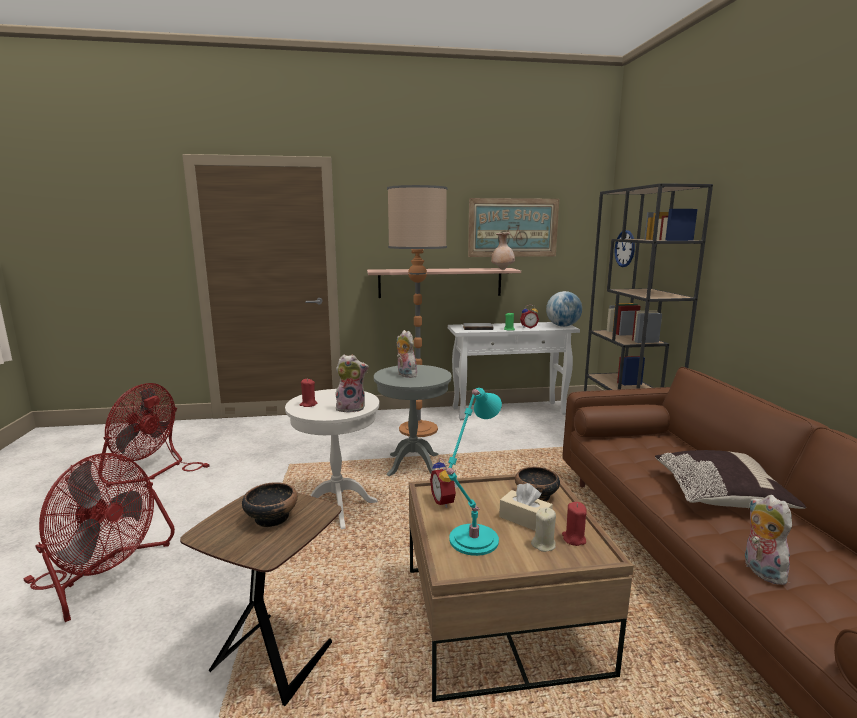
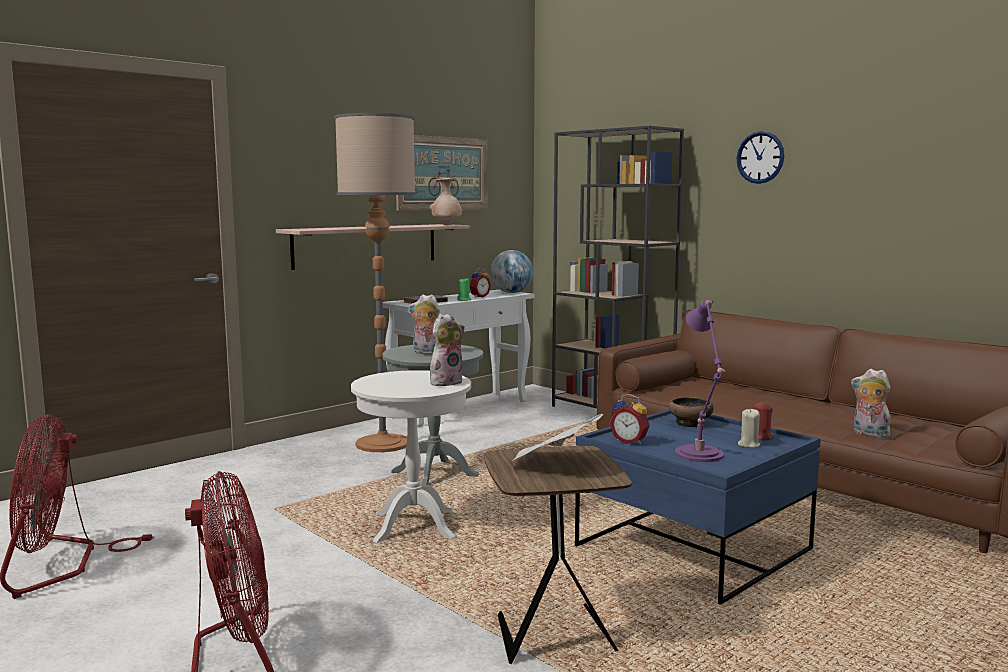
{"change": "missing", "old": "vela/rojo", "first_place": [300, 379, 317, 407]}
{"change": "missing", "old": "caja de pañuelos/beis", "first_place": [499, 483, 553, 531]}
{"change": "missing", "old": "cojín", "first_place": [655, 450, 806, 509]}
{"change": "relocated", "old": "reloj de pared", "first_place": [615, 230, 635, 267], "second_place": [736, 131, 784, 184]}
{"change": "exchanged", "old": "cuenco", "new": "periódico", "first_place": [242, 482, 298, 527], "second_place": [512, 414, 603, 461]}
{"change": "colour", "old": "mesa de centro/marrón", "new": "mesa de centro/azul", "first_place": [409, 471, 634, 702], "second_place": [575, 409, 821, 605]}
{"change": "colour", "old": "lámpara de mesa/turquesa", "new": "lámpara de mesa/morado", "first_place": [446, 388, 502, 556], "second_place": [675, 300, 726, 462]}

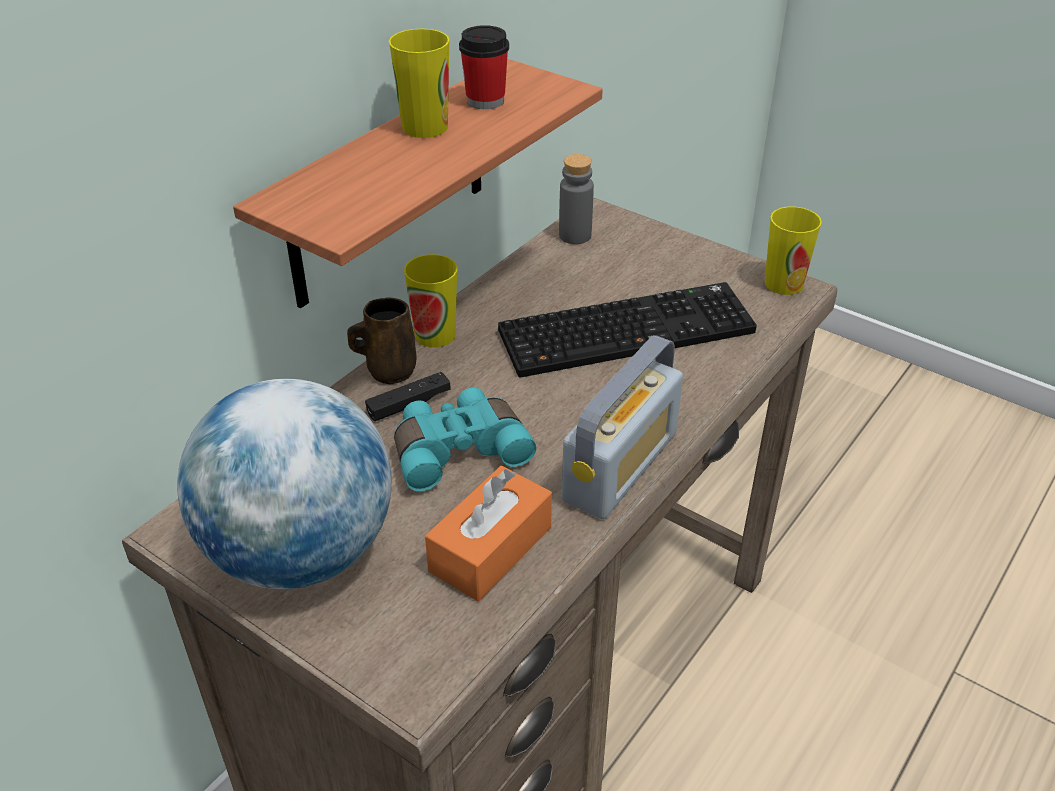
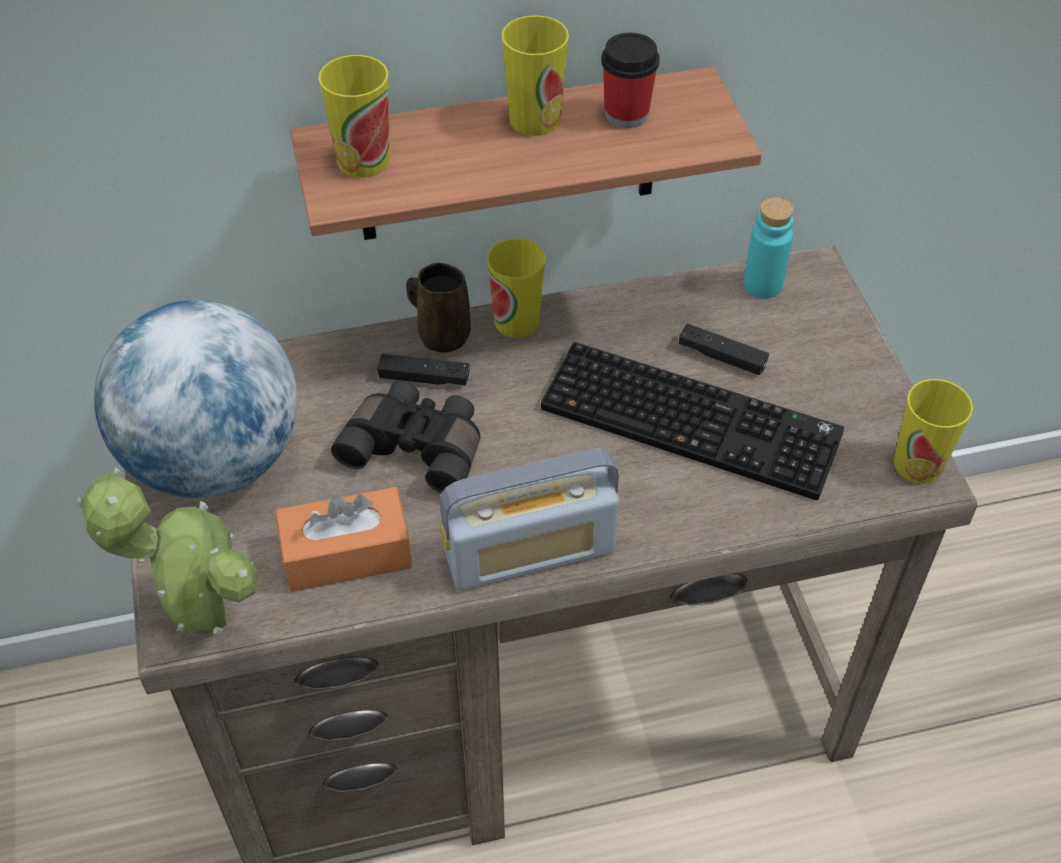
{"change": "appeared", "new": "planta en maceta", "second_place": [76, 467, 258, 635]}
{"change": "appeared", "new": "taza", "second_place": [318, 55, 390, 178]}
{"change": "appeared", "new": "mando de consola/negro", "second_place": [679, 324, 769, 375]}
{"change": "colour", "old": "prismáticos/turquesa", "new": "prismáticos/negro", "first_place": [394, 388, 536, 491], "second_place": [331, 380, 480, 494]}
{"change": "colour", "old": "botella/gris", "new": "botella/turquesa", "first_place": [559, 154, 594, 244], "second_place": [744, 197, 794, 298]}

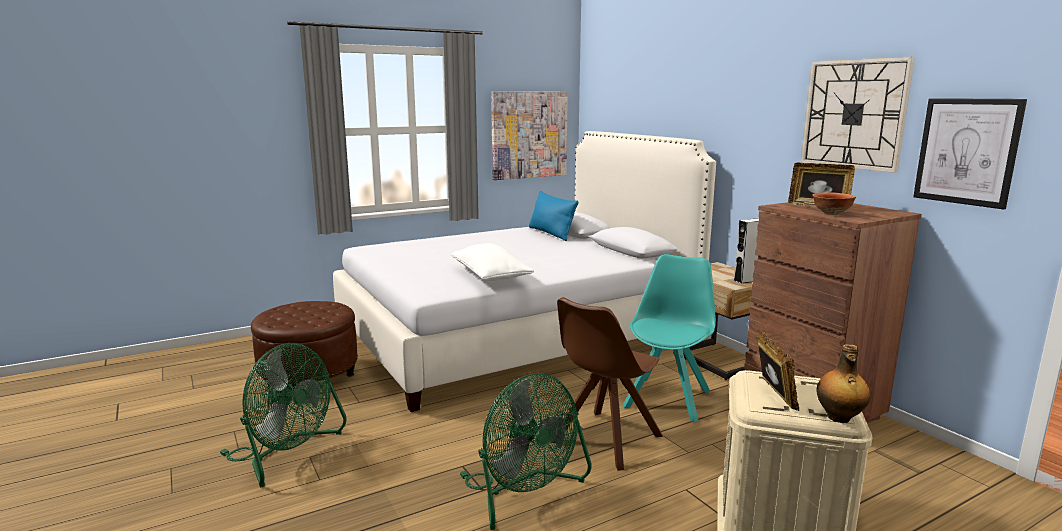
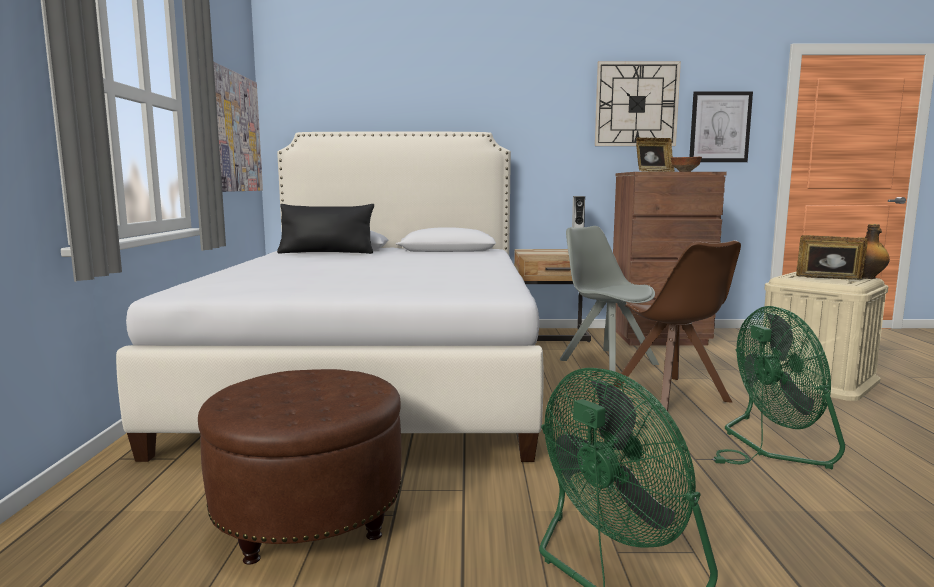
{"change": "missing", "old": "cojín/blanco", "first_place": [451, 243, 534, 281]}
{"change": "colour", "old": "cojín/azul", "new": "cojín/negro", "first_place": [529, 191, 579, 241], "second_place": [277, 204, 374, 254]}
{"change": "colour", "old": "silla/turquesa", "new": "silla/gris", "first_place": [622, 254, 716, 423], "second_place": [560, 226, 659, 376]}

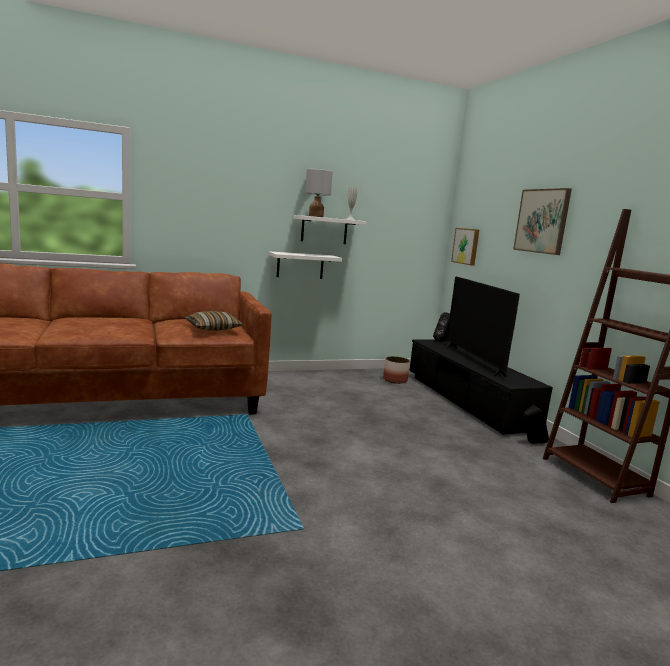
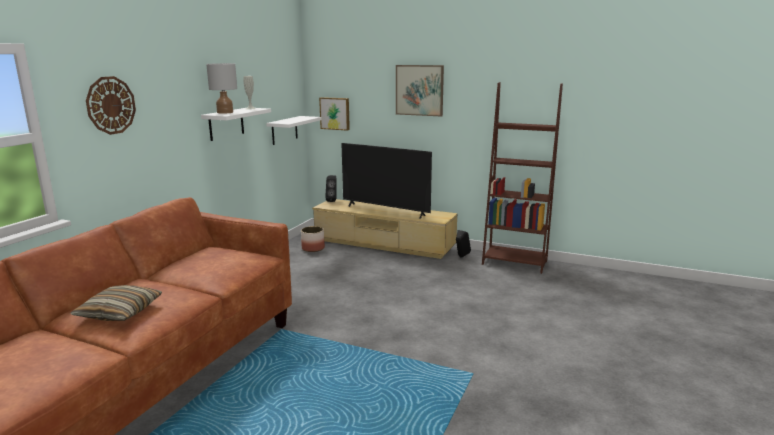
{"change": "appeared", "new": "reloj de pared", "second_place": [86, 76, 136, 135]}
{"change": "relocated", "old": "cojín", "first_place": [184, 311, 242, 331], "second_place": [70, 285, 162, 321]}
{"change": "relocated", "old": "estante/blanco", "first_place": [269, 251, 342, 279], "second_place": [266, 116, 322, 145]}
{"change": "colour", "old": "mueble de televisión/negro", "new": "mueble de televisión/beis", "first_place": [409, 340, 553, 434], "second_place": [312, 199, 458, 259]}

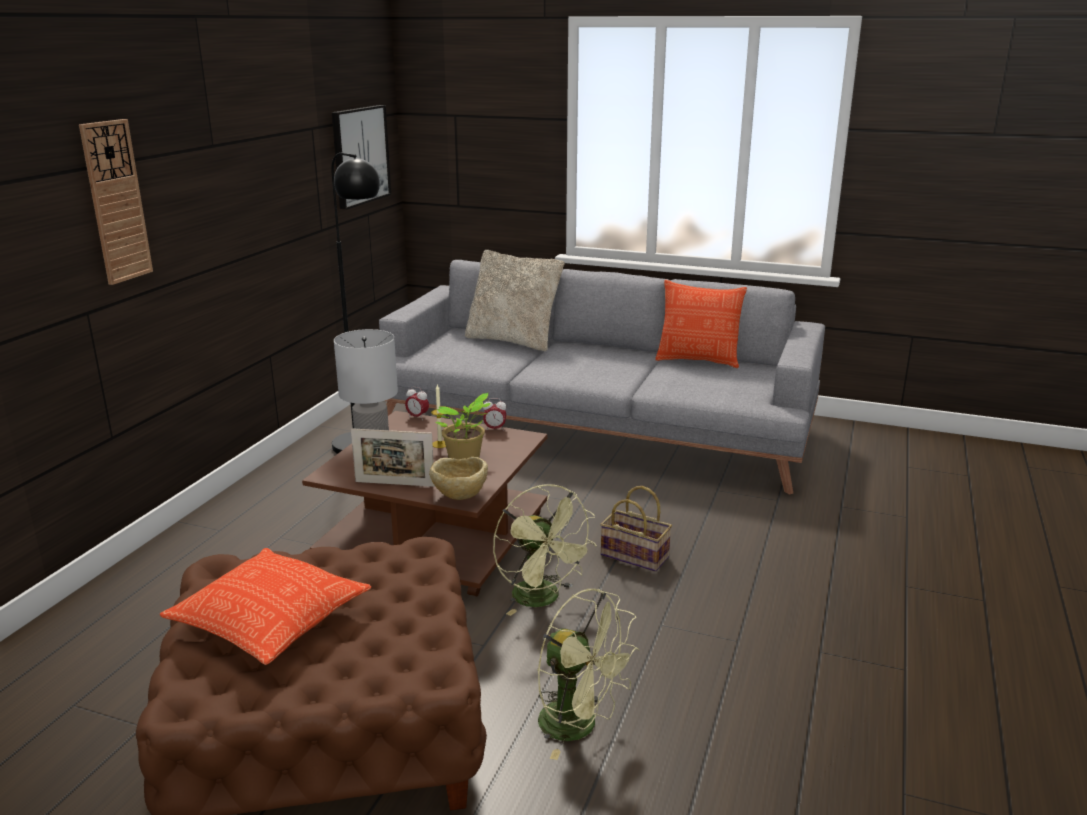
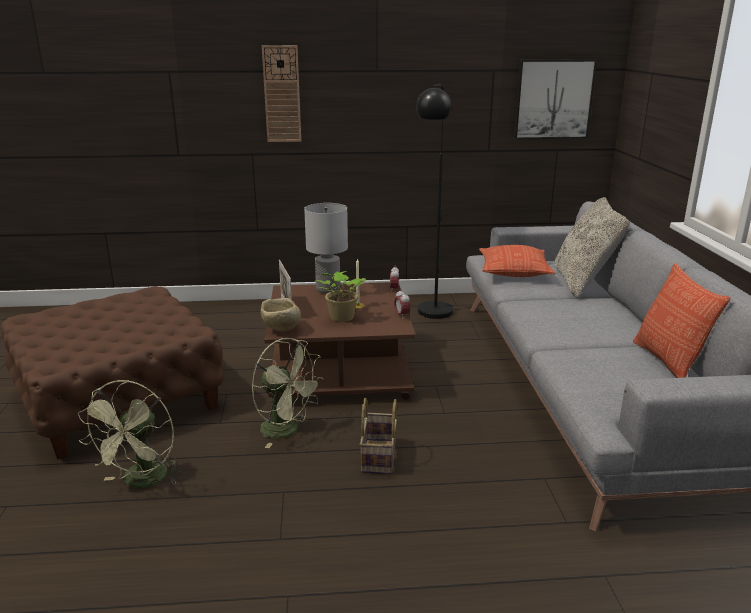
{"change": "relocated", "old": "cojín/naranja", "first_place": [160, 548, 371, 665], "second_place": [479, 245, 556, 277]}
{"change": "spun", "old": "ventilador/verde", "first_place": [493, 484, 596, 616], "second_place": [252, 338, 324, 448], "degrees": -90}

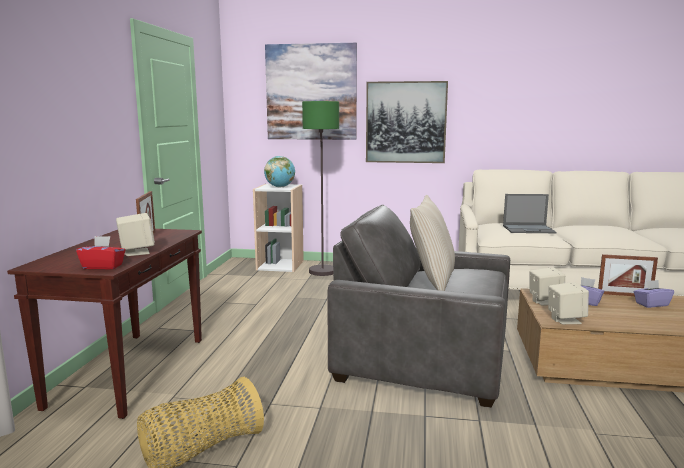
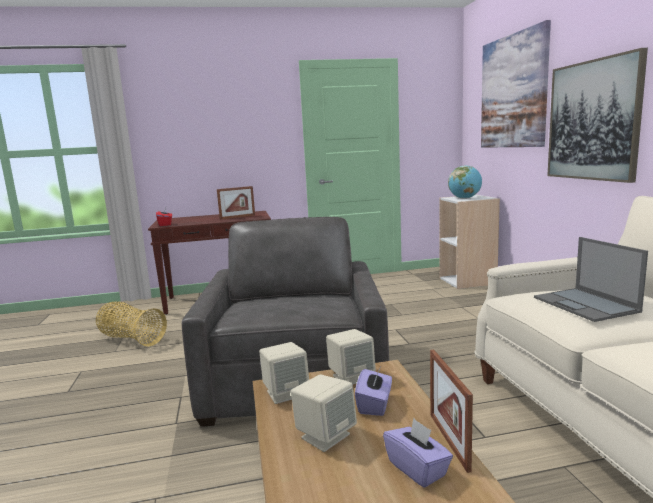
{"change": "missing", "old": "lámpara de pie/verde", "first_place": [302, 101, 339, 276]}
{"change": "missing", "old": "cojín/beis", "first_place": [410, 195, 455, 291]}
{"change": "relocated", "old": "altavoz/beis", "first_place": [116, 213, 155, 256], "second_place": [291, 374, 357, 452]}

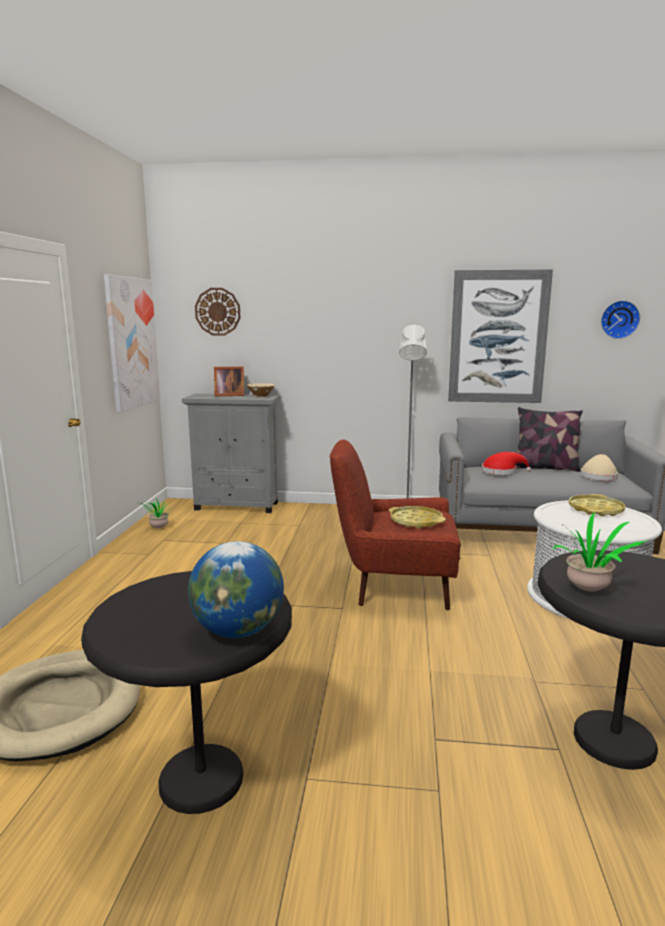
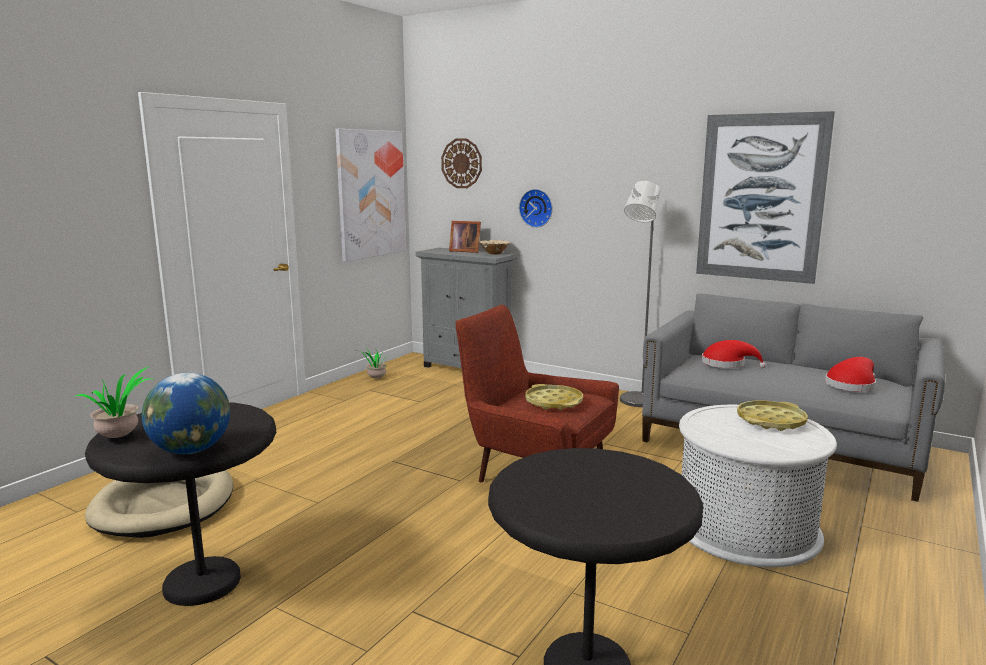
{"change": "missing", "old": "cojín", "first_place": [515, 407, 583, 472]}
{"change": "relocated", "old": "planta en maceta", "first_place": [553, 511, 648, 591], "second_place": [76, 366, 152, 438]}
{"change": "relocated", "old": "reloj de pared", "first_place": [601, 300, 640, 339], "second_place": [519, 189, 553, 228]}
{"change": "colour", "old": "sombrero/beis", "new": "sombrero/rojo", "first_place": [580, 454, 618, 480], "second_place": [825, 357, 876, 392]}

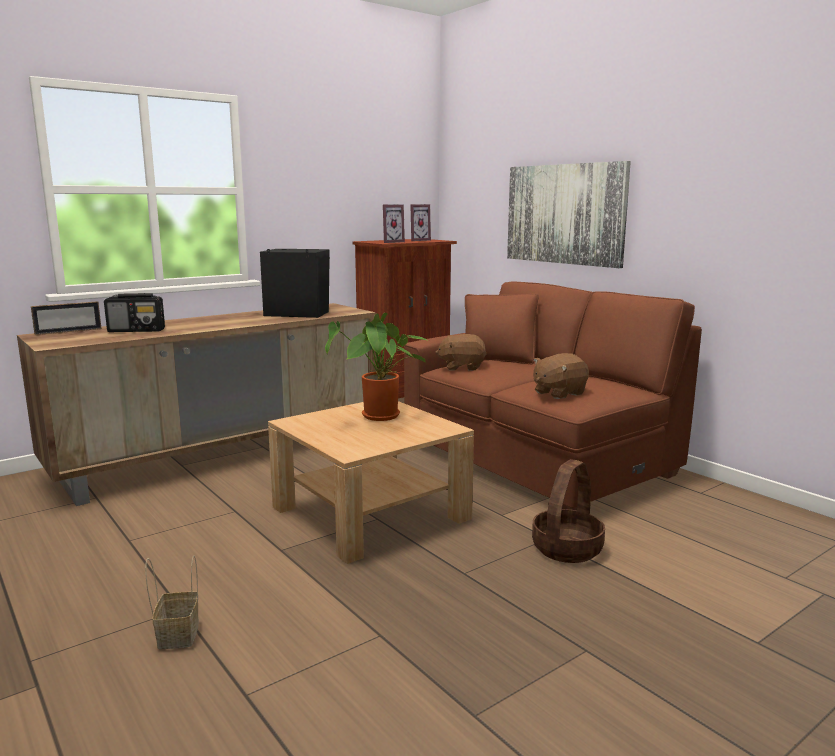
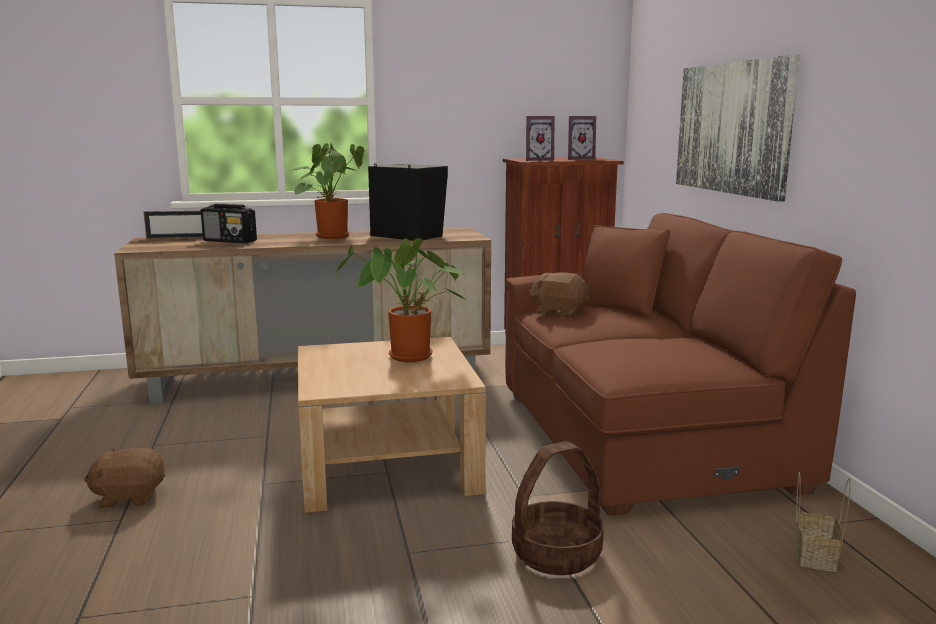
{"change": "appeared", "new": "planta en maceta", "second_place": [289, 143, 365, 239]}
{"change": "relocated", "old": "cesta", "first_place": [145, 555, 199, 649], "second_place": [795, 472, 851, 572]}
{"change": "relocated", "old": "peluche/marrón", "first_place": [533, 353, 589, 399], "second_place": [84, 448, 165, 509]}

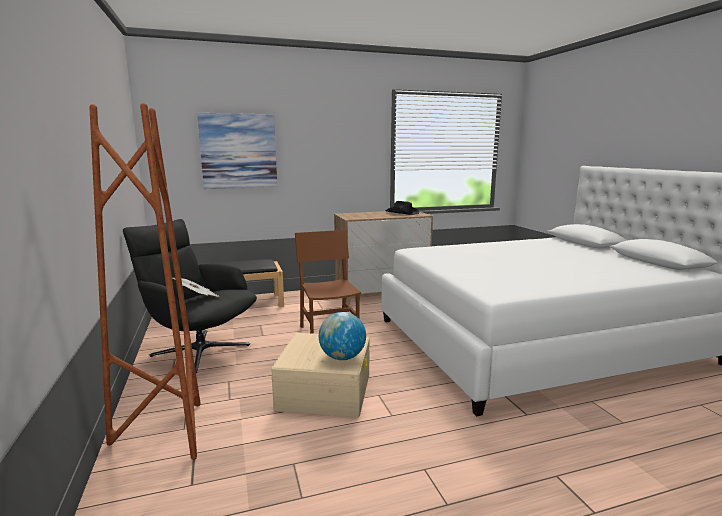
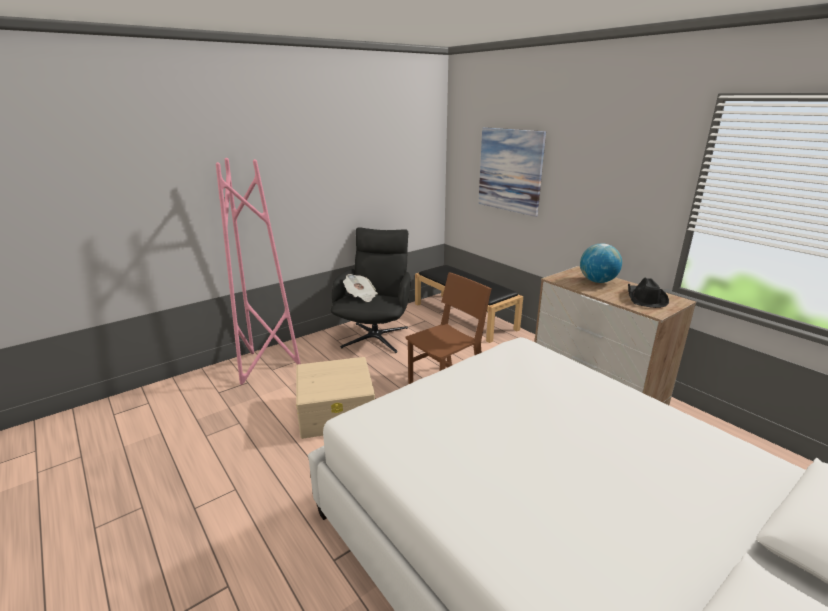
{"change": "relocated", "old": "globo terráqueo", "first_place": [319, 312, 366, 360], "second_place": [580, 243, 622, 283]}
{"change": "colour", "old": "perchero/marrón", "new": "perchero/rosa", "first_place": [89, 103, 201, 460], "second_place": [216, 158, 301, 385]}

